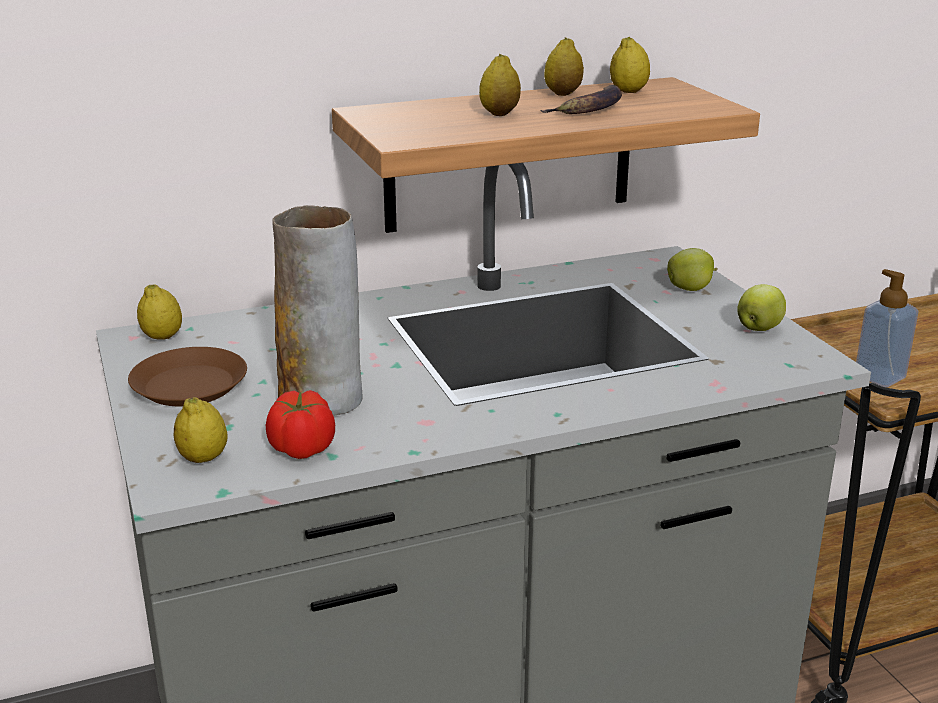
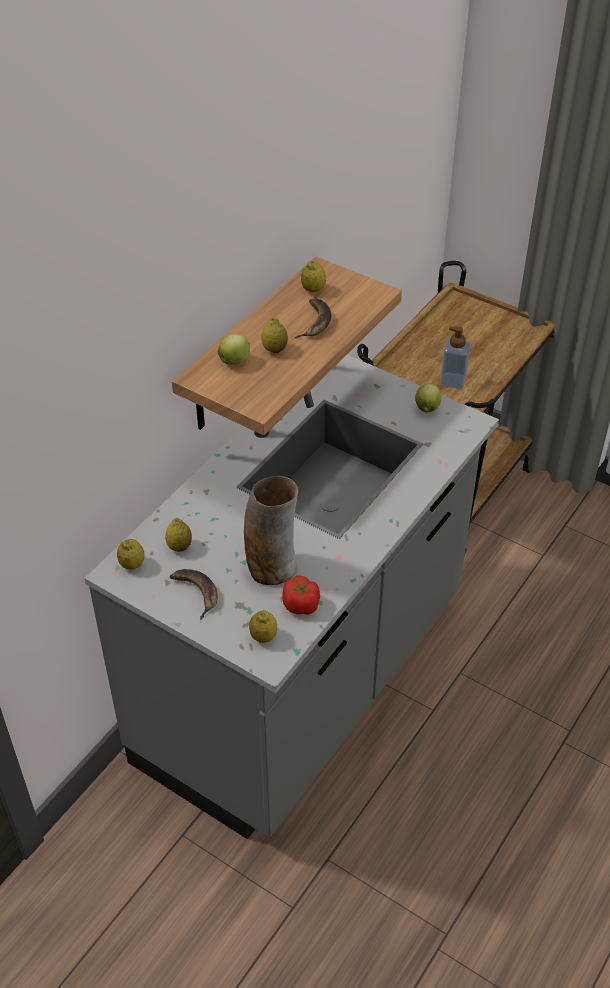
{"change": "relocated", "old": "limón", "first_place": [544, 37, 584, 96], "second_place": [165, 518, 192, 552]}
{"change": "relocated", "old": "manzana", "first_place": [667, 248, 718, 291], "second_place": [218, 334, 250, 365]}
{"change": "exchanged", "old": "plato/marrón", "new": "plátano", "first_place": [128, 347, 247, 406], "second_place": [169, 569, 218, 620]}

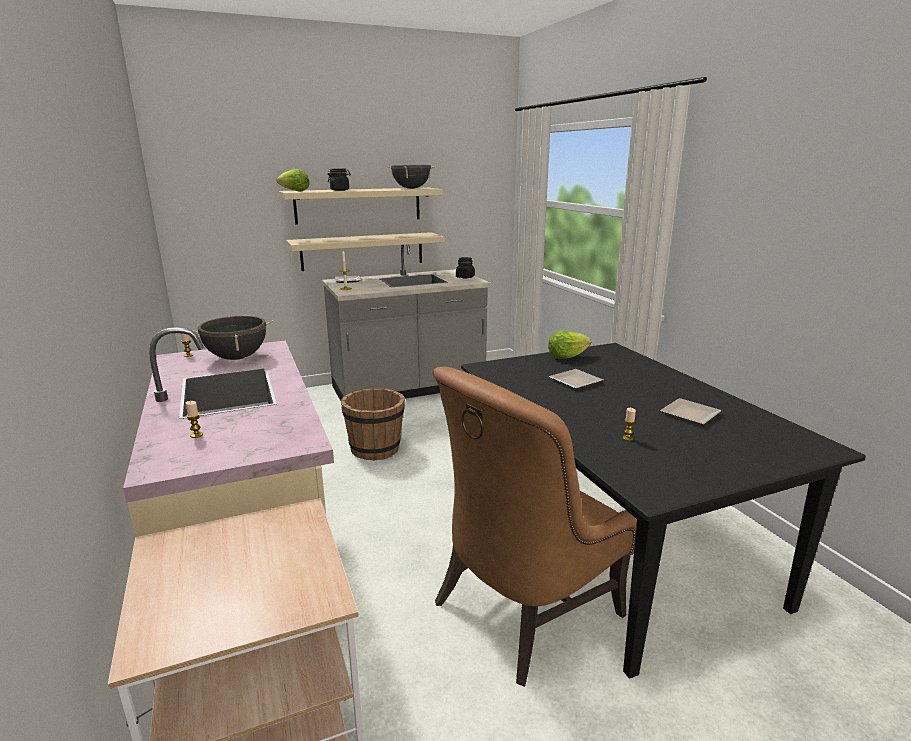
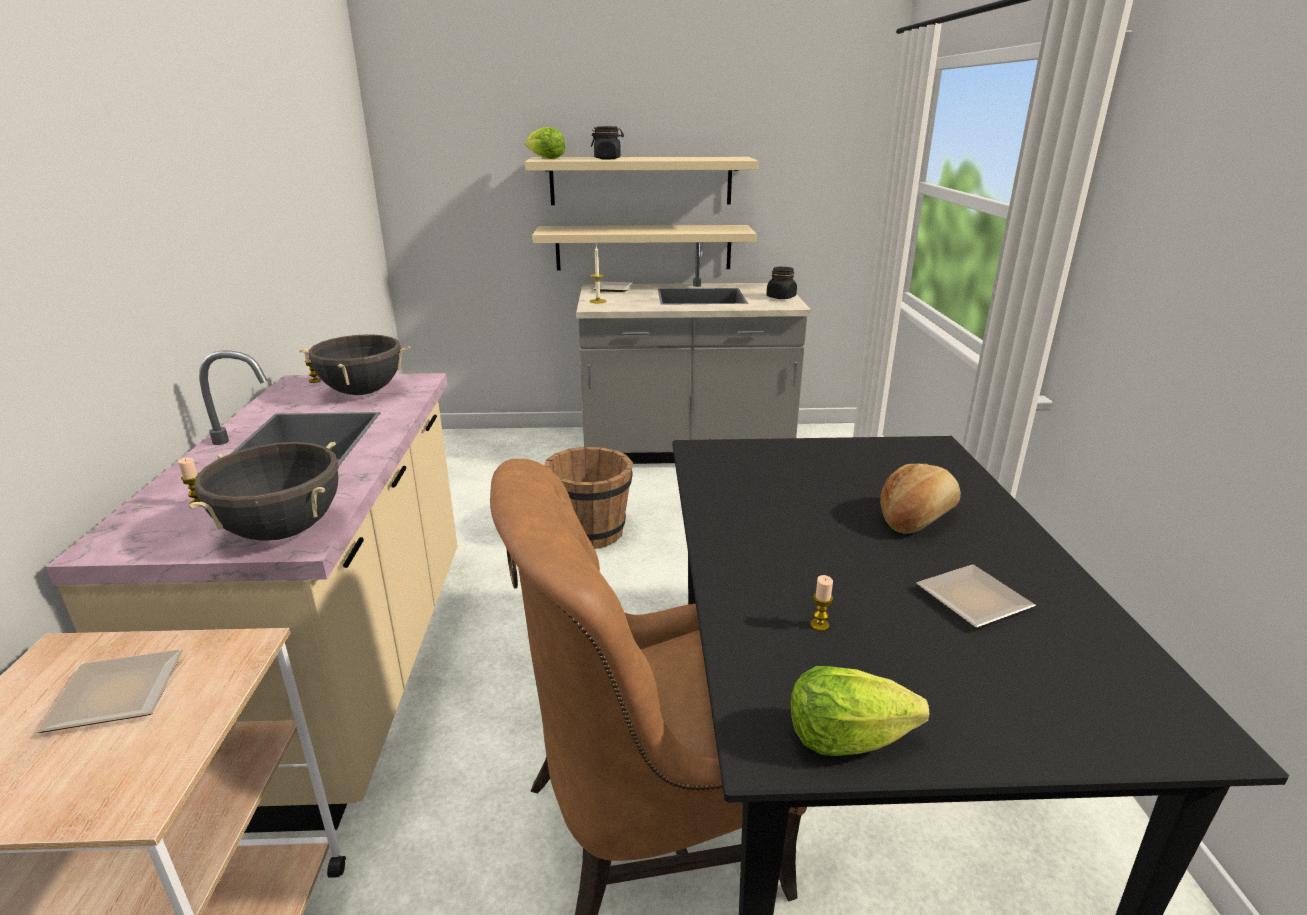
{"change": "appeared", "new": "pan", "second_place": [880, 464, 961, 534]}
{"change": "relocated", "old": "olla/negro", "first_place": [387, 165, 435, 189], "second_place": [189, 442, 339, 541]}
{"change": "relocated", "old": "lechuga", "first_place": [548, 331, 591, 359], "second_place": [790, 666, 929, 756]}
{"change": "relocated", "old": "plato", "first_place": [549, 369, 603, 389], "second_place": [37, 649, 183, 733]}

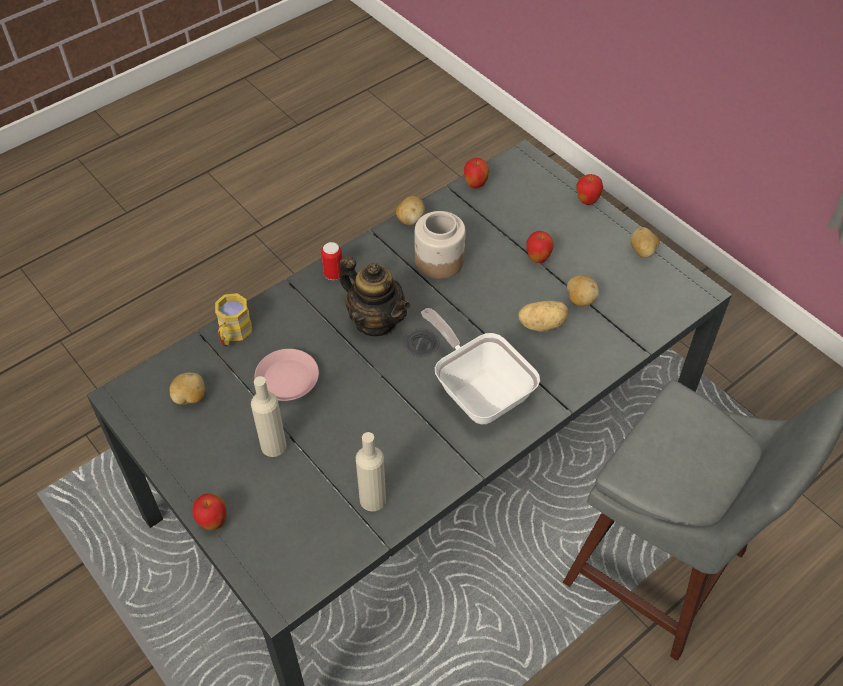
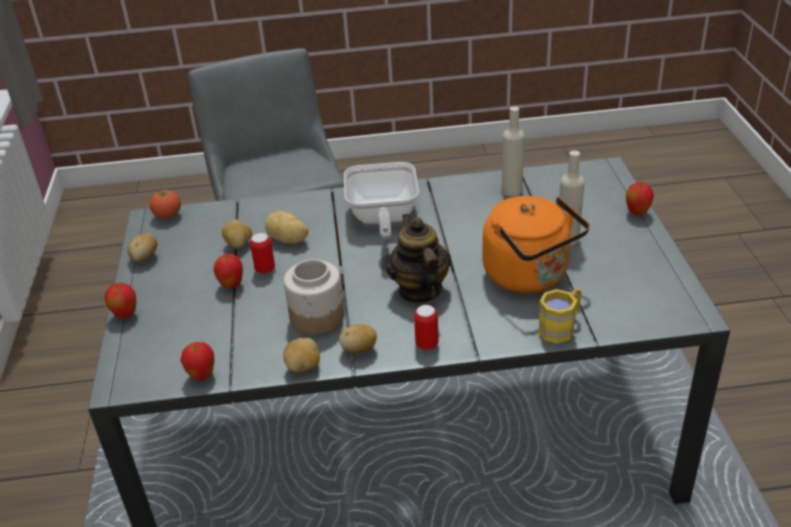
{"change": "appeared", "new": "tomate", "second_place": [149, 190, 181, 219]}
{"change": "appeared", "new": "lata", "second_place": [250, 233, 275, 274]}
{"change": "relocated", "old": "patata", "first_place": [169, 372, 205, 405], "second_place": [339, 324, 377, 353]}
{"change": "exchanged", "old": "plato/rosa", "new": "hervidor/naranja", "first_place": [254, 349, 319, 401], "second_place": [483, 196, 590, 293]}

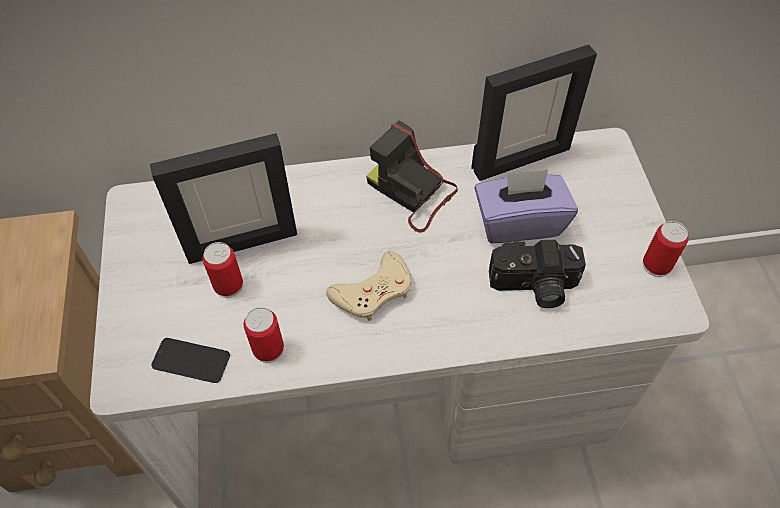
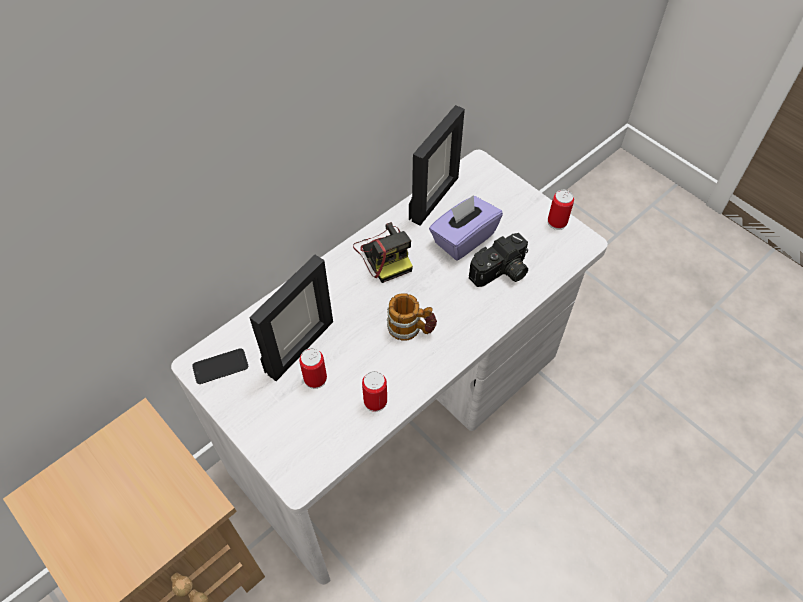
{"change": "relocated", "old": "móvil", "first_place": [151, 338, 230, 383], "second_place": [192, 348, 248, 384]}
{"change": "exchanged", "old": "mando de consola/beis", "new": "taza grande", "first_place": [326, 251, 411, 321], "second_place": [387, 293, 437, 341]}
{"change": "spun", "old": "cámara", "first_place": [366, 120, 458, 233], "second_place": [353, 222, 413, 283], "degrees": -120}

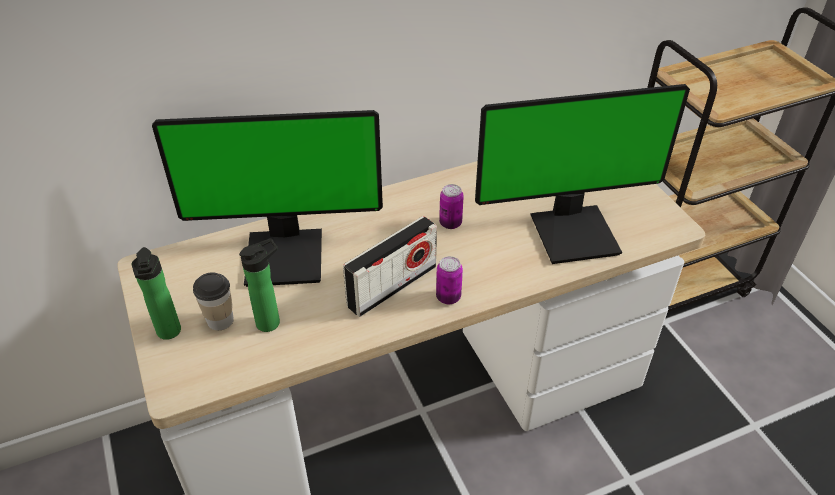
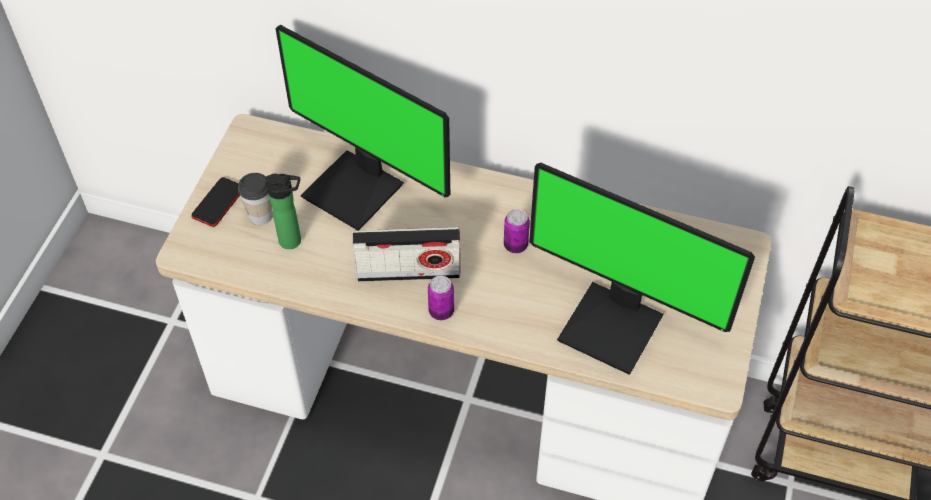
{"change": "exchanged", "old": "botella", "new": "móvil", "first_place": [131, 247, 181, 340], "second_place": [191, 177, 240, 227]}

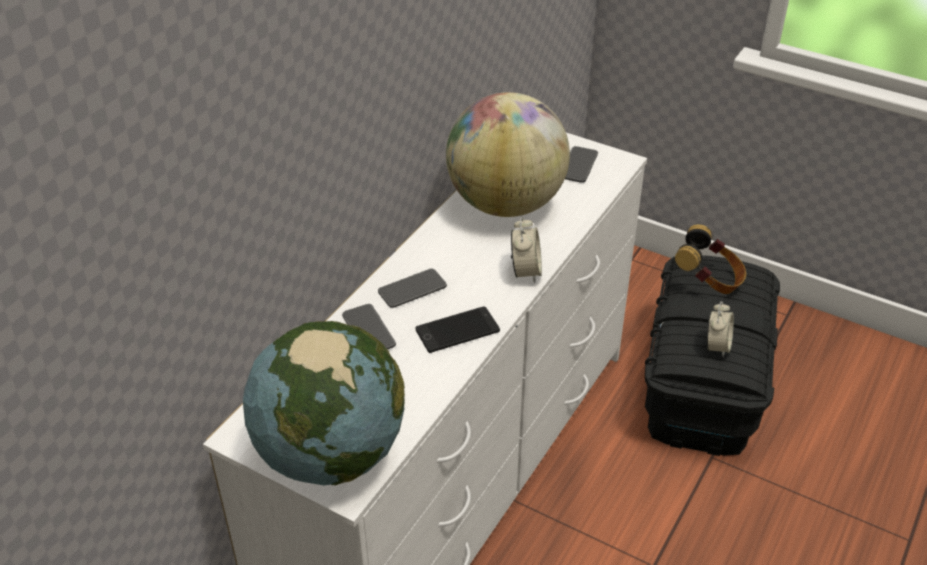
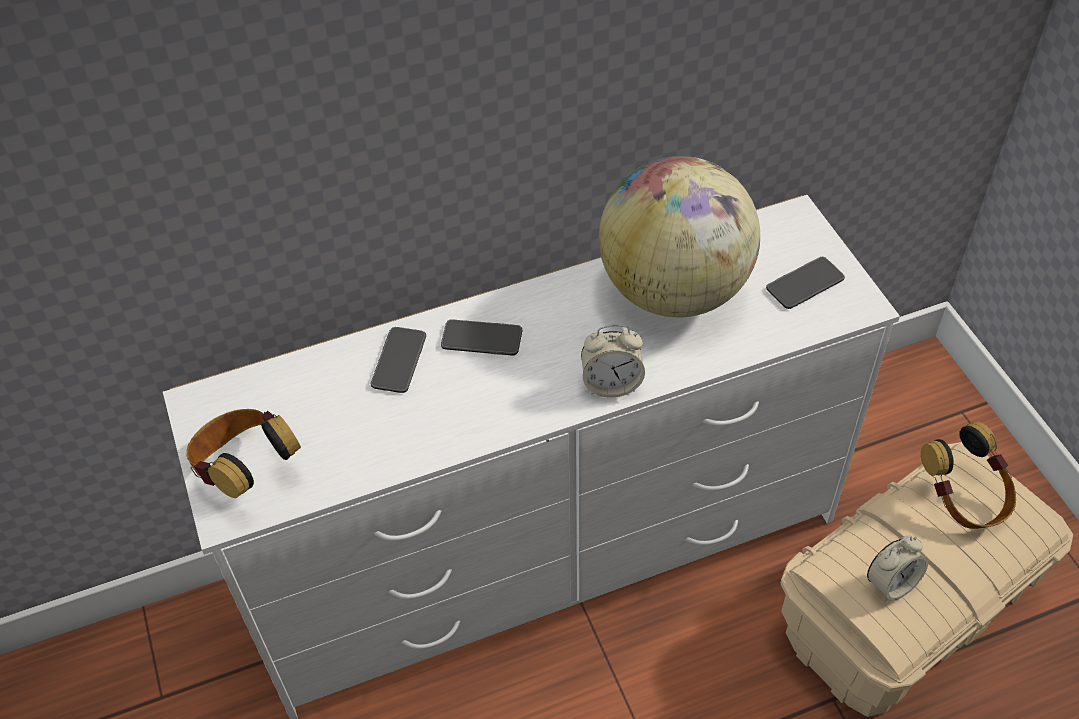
{"change": "missing", "old": "móvil", "first_place": [416, 306, 500, 353]}
{"change": "exchanged", "old": "globo terráqueo", "new": "auriculares", "first_place": [243, 321, 405, 486], "second_place": [186, 409, 301, 498]}
{"change": "colour", "old": "caja de almacenaje/negro", "new": "caja de almacenaje/beis", "first_place": [645, 255, 780, 456], "second_place": [780, 442, 1073, 717]}
{"change": "spun", "old": "despertador", "first_place": [511, 216, 542, 283], "second_place": [581, 325, 645, 397], "degrees": 45}

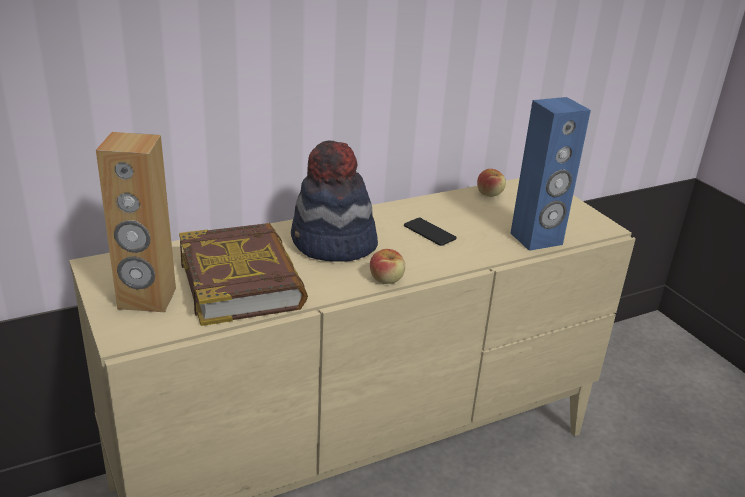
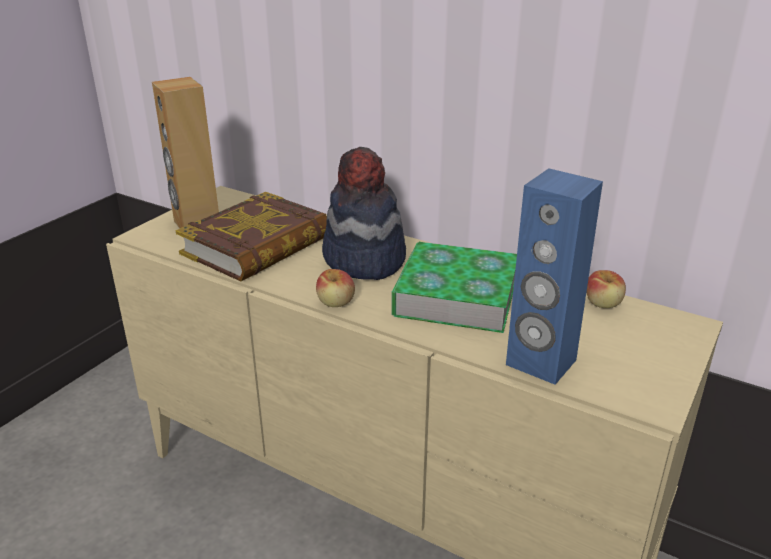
{"change": "exchanged", "old": "móvil", "new": "libro", "first_place": [404, 218, 457, 246], "second_place": [391, 242, 517, 333]}

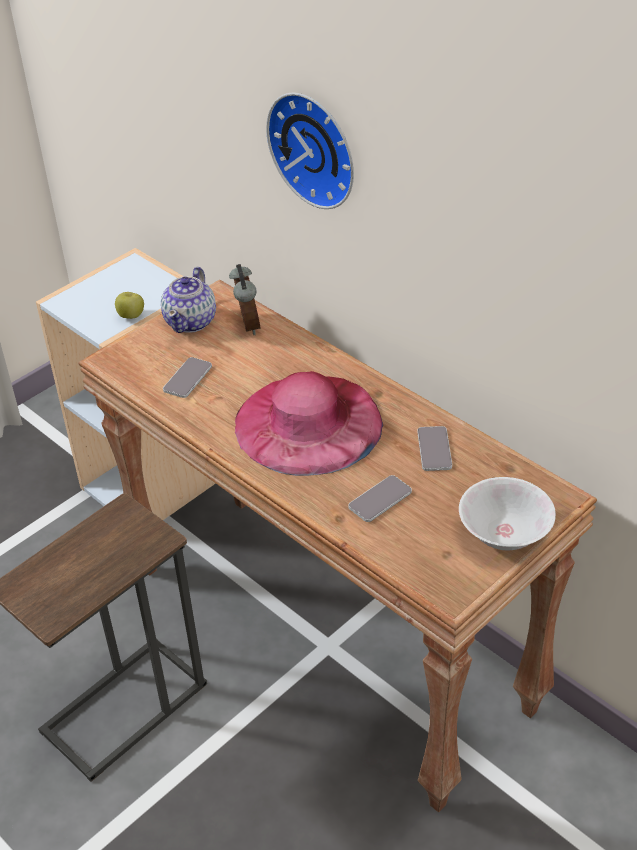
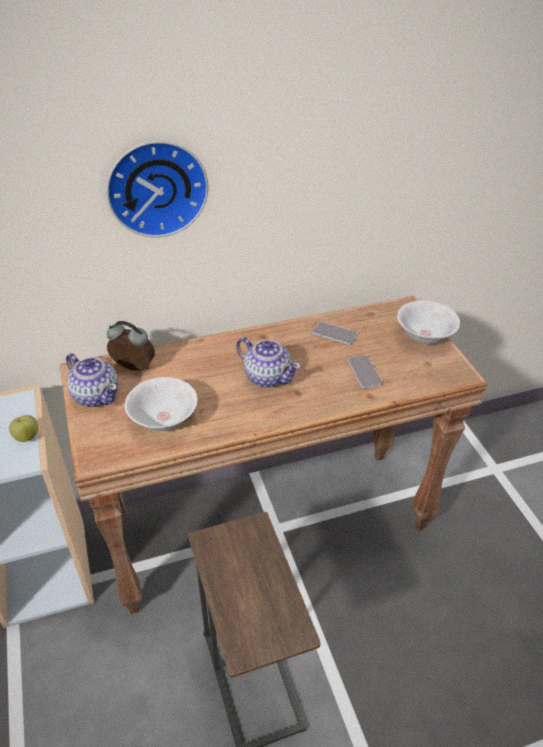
{"change": "exchanged", "old": "móvil", "new": "cuenco/blanco", "first_place": [163, 357, 212, 398], "second_place": [125, 377, 198, 431]}
{"change": "exchanged", "old": "sombrero/rosa", "new": "tetera", "first_place": [235, 371, 383, 476], "second_place": [236, 337, 301, 388]}

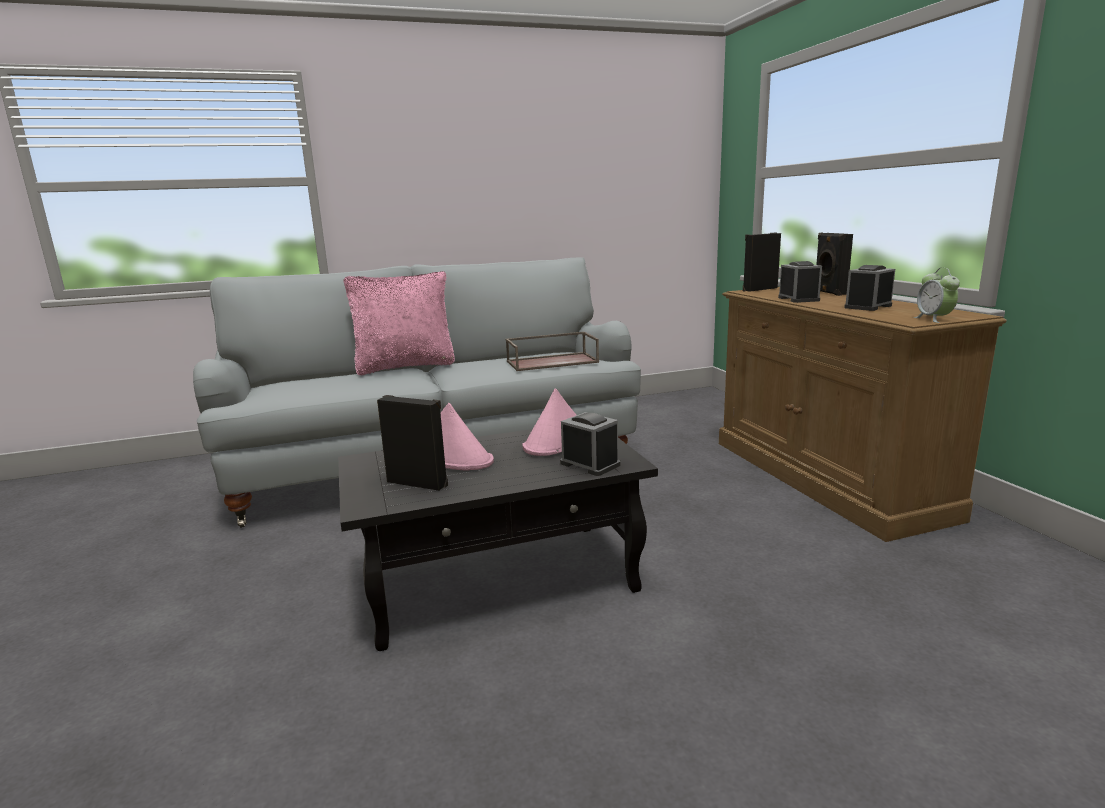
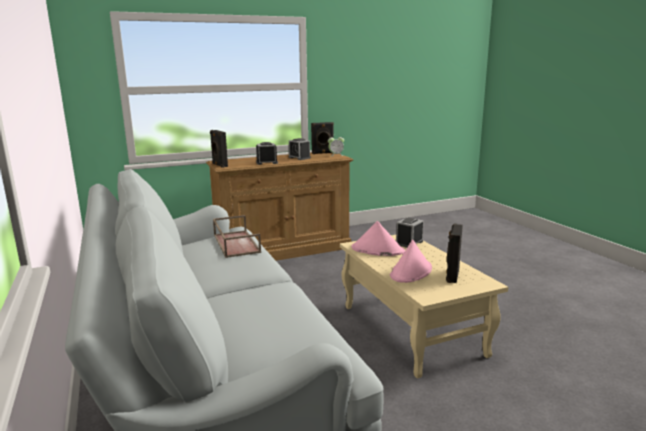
{"change": "missing", "old": "cojín/rosa", "first_place": [343, 271, 455, 376]}
{"change": "relocated", "old": "altavoz/negro", "first_place": [816, 233, 853, 296], "second_place": [311, 122, 334, 154]}
{"change": "colour", "old": "mesa de centro/negro", "new": "mesa de centro/beis", "first_place": [338, 429, 658, 651], "second_place": [340, 235, 508, 378]}

